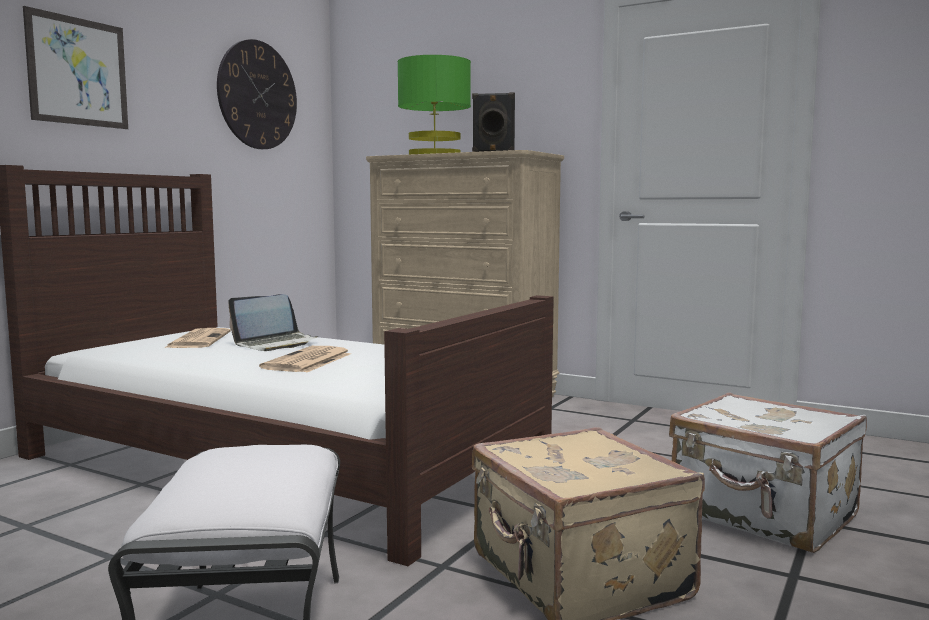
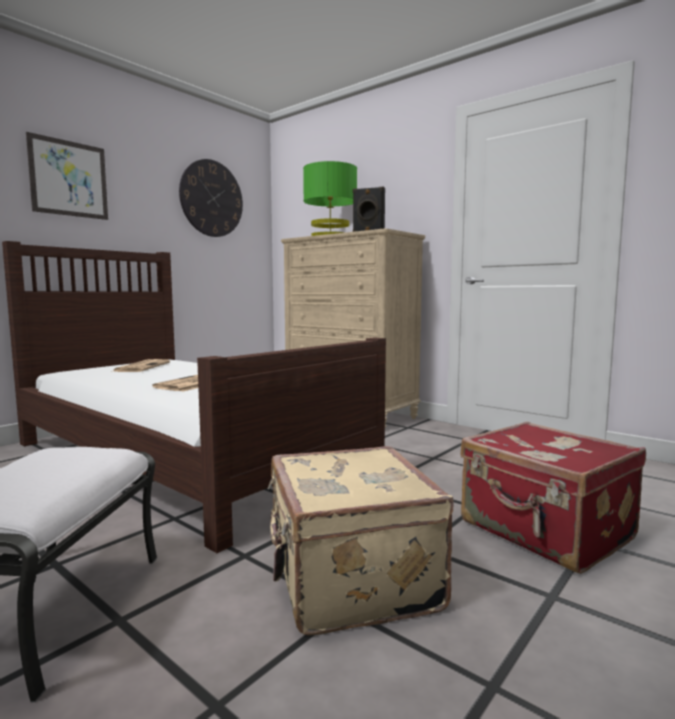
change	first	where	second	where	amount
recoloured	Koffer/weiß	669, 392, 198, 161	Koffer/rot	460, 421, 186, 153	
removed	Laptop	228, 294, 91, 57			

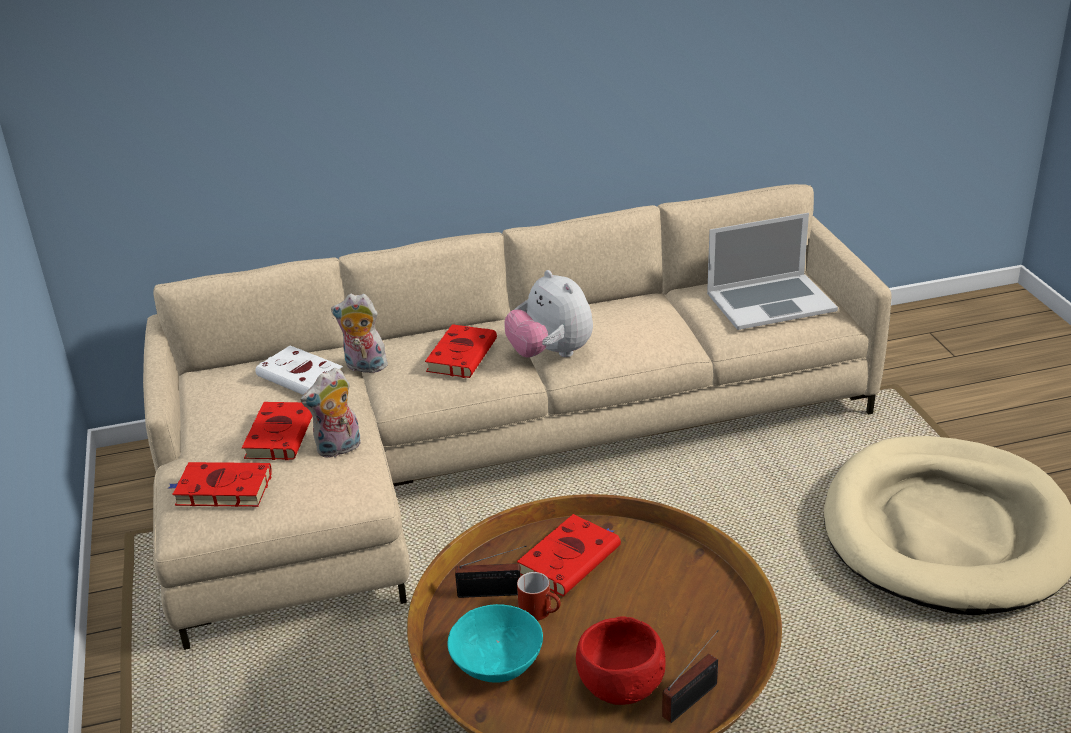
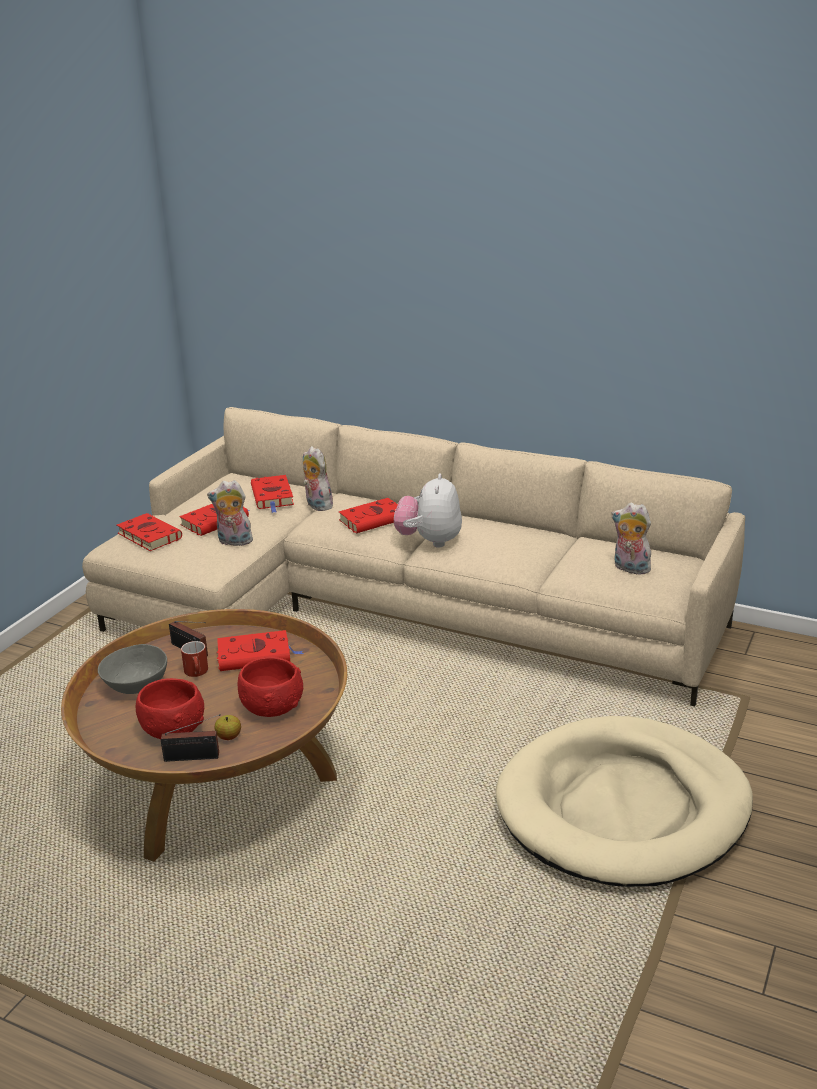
change	first	where	second	where	amount
recoloured	Schüssel/türkis	448, 604, 95, 79	Schüssel/grau	98, 644, 69, 50	
added			Apfel	214, 715, 27, 25	
added			Schüssel/rot	238, 657, 65, 60	
recoloured	Buch/weiß	256, 345, 87, 50	Buch/rot	251, 475, 43, 38	
replaced	Laptop	707, 213, 131, 117	Plüschtier	611, 503, 43, 72	

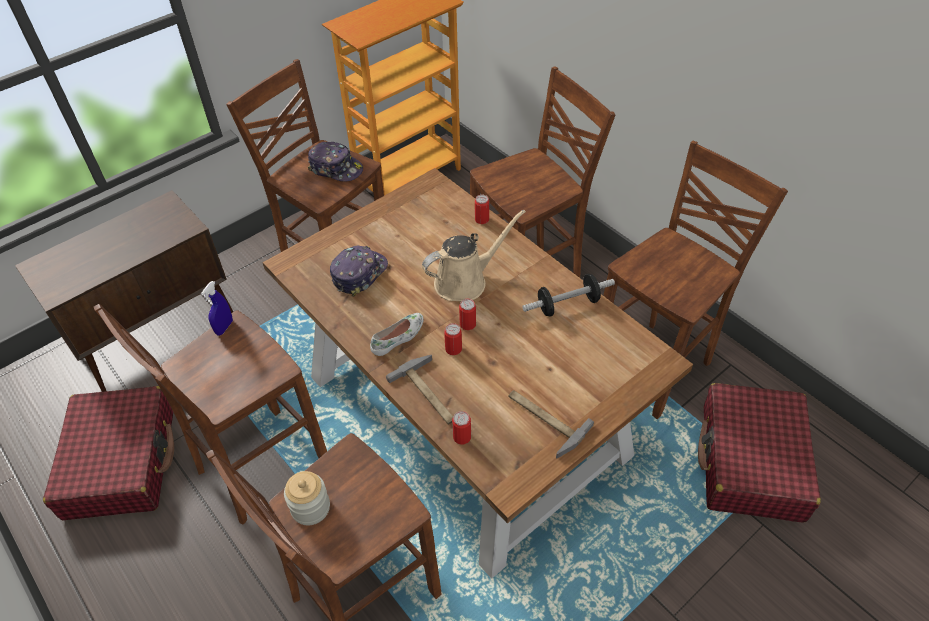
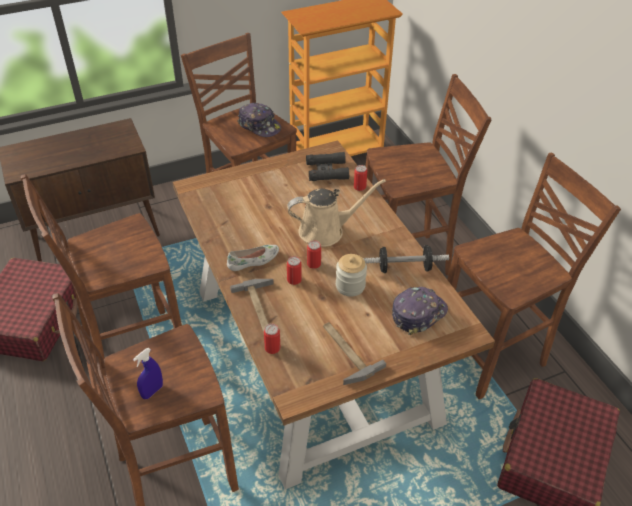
change	first	where	second	where	amount
moved	Sprühflasche/blau	201, 281, 32, 54		133, 348, 30, 51	
added			Fernglas/schwarz	306, 152, 43, 29	
moved	Vorratsglas	284, 471, 46, 54		336, 254, 31, 43	
moved	Kappe	330, 246, 58, 51		392, 287, 56, 48	

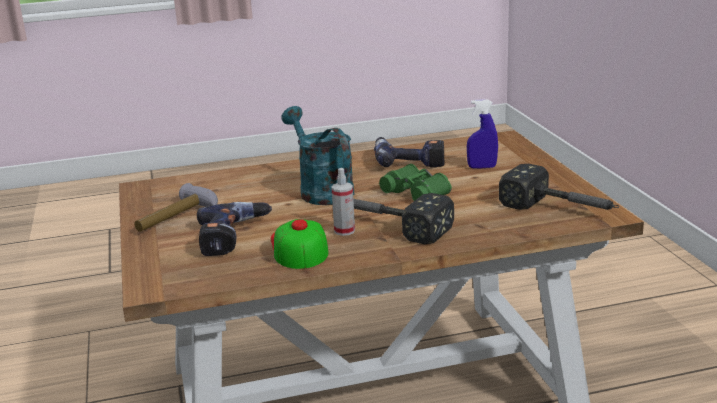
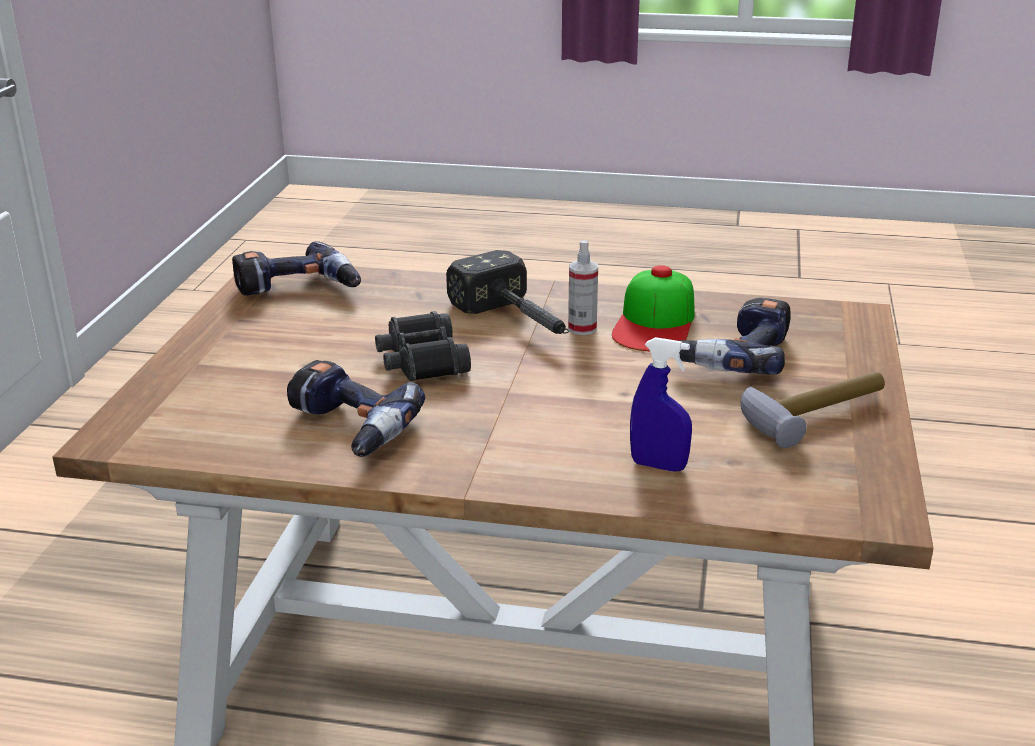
change	first	where	second	where	amount
replaced	Hammer	499, 164, 120, 46	Bohrmaschine	232, 241, 129, 55	
recoloured	Fernglas/grün	379, 164, 73, 37	Fernglas/schwarz	375, 311, 96, 70	
moved	Sprühflasche/blau	467, 99, 31, 70		630, 337, 62, 135	
removed	Gießkanne/türkis	281, 106, 73, 99			

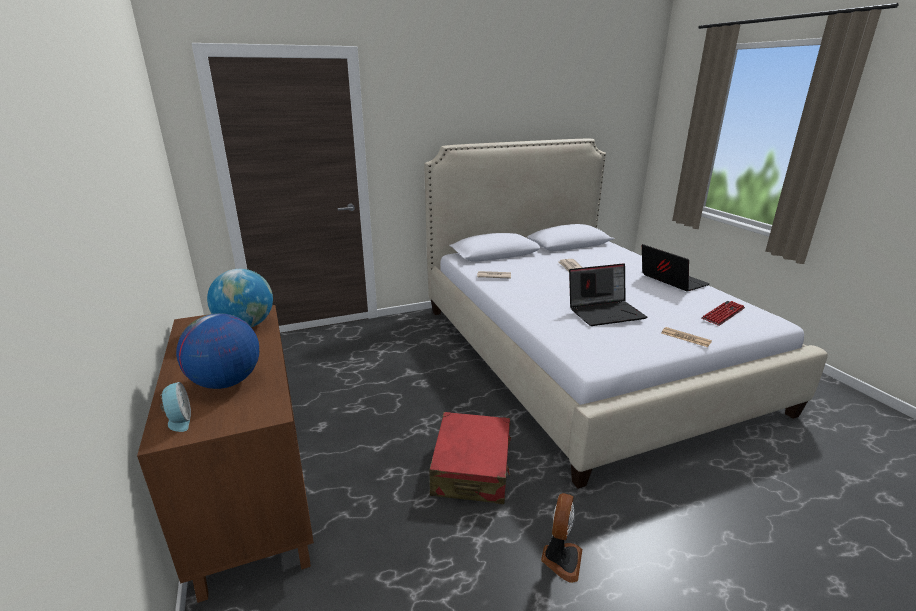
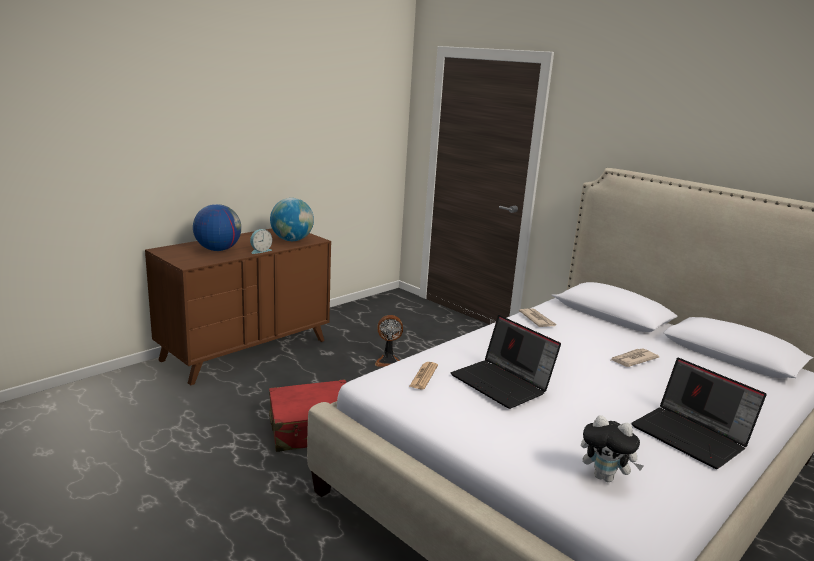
change	first	where	second	where	amount
moved	Wecker	160, 382, 31, 50		250, 229, 22, 25	
moved	Ventilator	541, 493, 41, 90		375, 315, 28, 52	
moved	Zeitung	662, 327, 50, 20		409, 362, 29, 27	
replaced	Tastatur	701, 301, 44, 25	Plüschtier	581, 415, 63, 67	
turned	Laptop	642, 244, 68, 48		631, 358, 135, 111	105 degrees clockwise

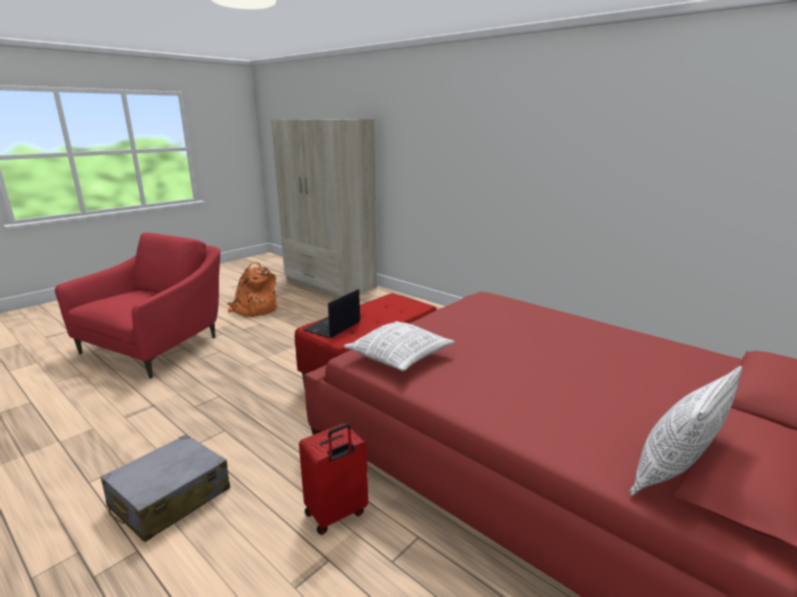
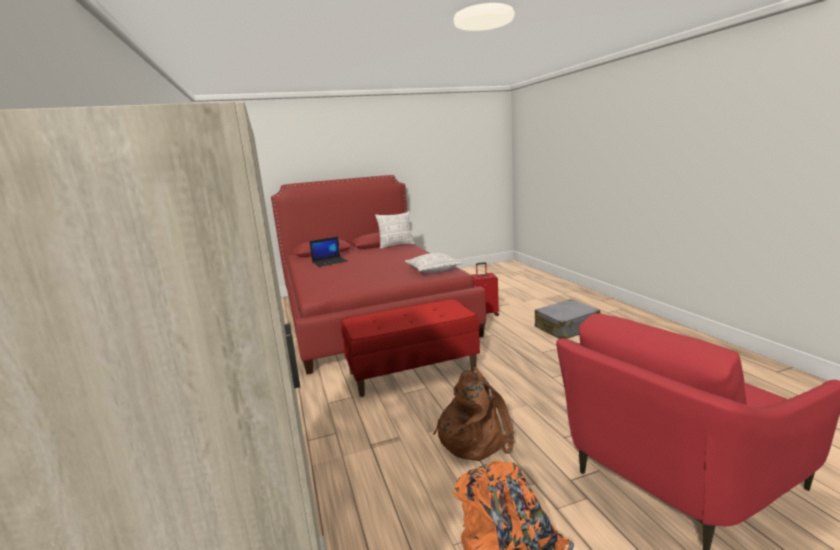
change	first	where	second	where	amount
moved	Laptop	303, 289, 58, 49		309, 237, 38, 30	
added			Rucksack/braun	433, 367, 81, 94	

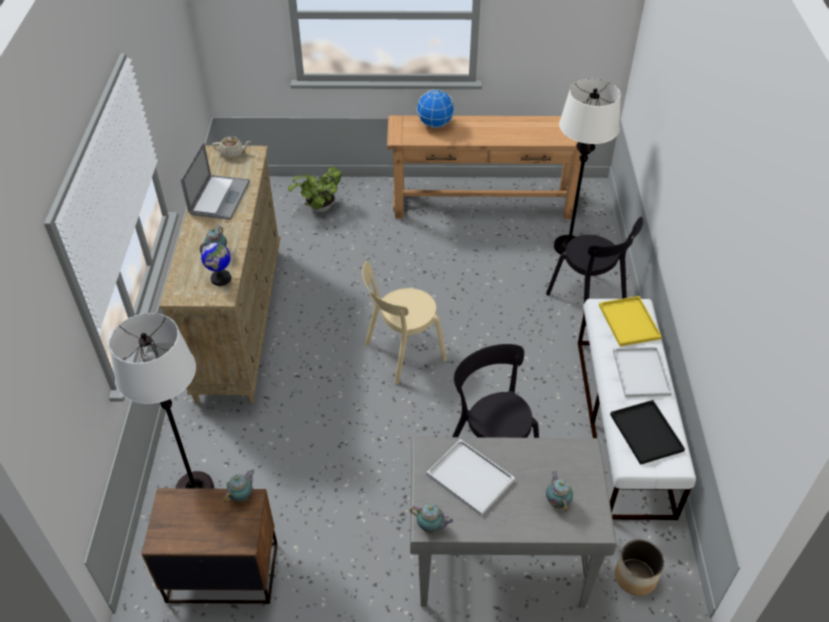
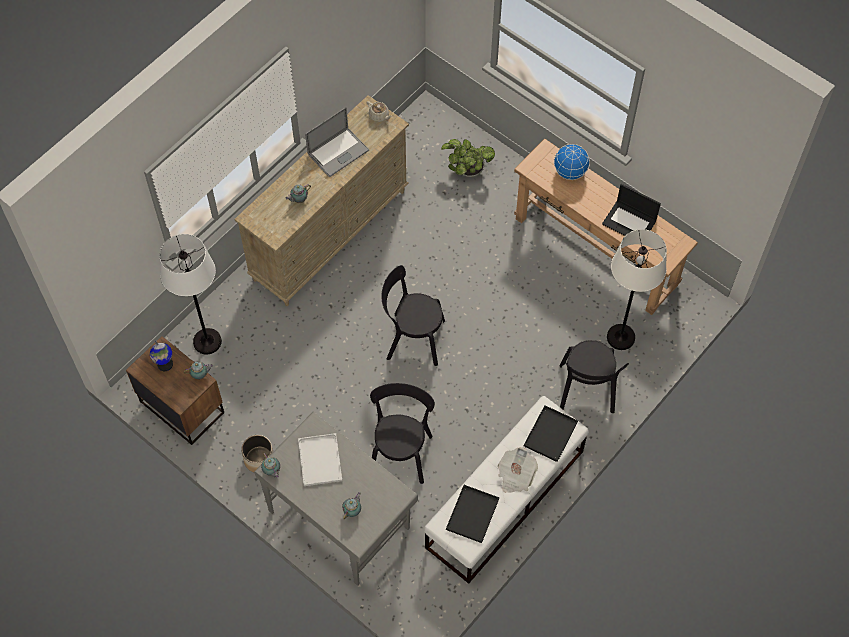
change	first	where	second	where	amount
moved	Globus	200, 241, 31, 45		150, 340, 23, 31	
moved	Pflanzkübel	615, 540, 49, 56		241, 435, 32, 38	
recoloured	Stuhl/beige	362, 261, 85, 124	Stuhl/schwarz	381, 265, 64, 101	
replaced	Tablett/weiß	613, 347, 59, 51	Zeitung	498, 447, 40, 46	
recoloured	Tablett/gelb	599, 296, 63, 50	Tablett/schwarz	524, 405, 54, 57	
added			Laptop	602, 184, 59, 52	

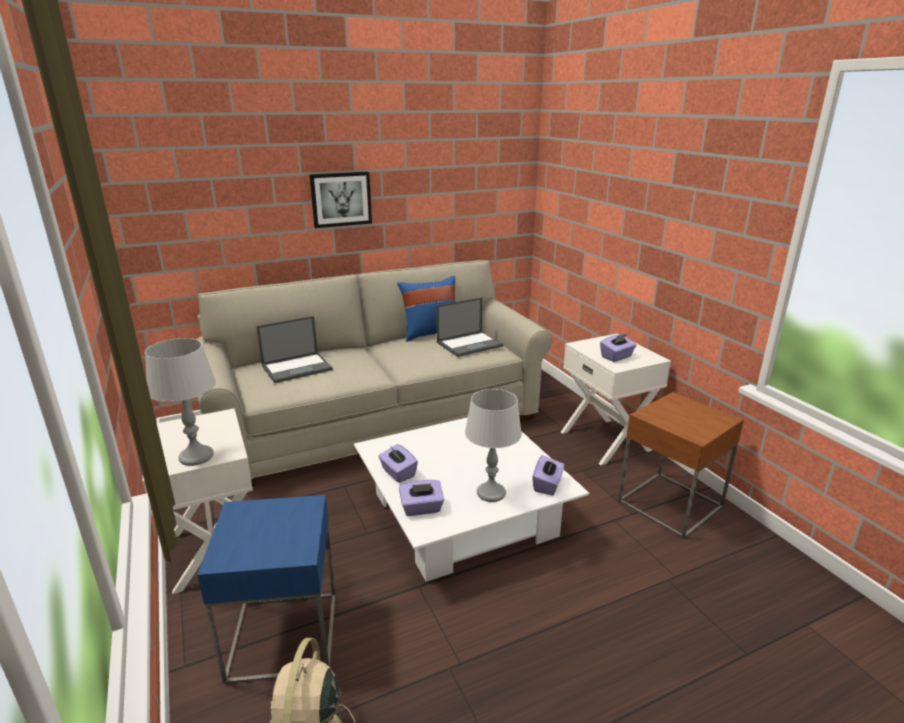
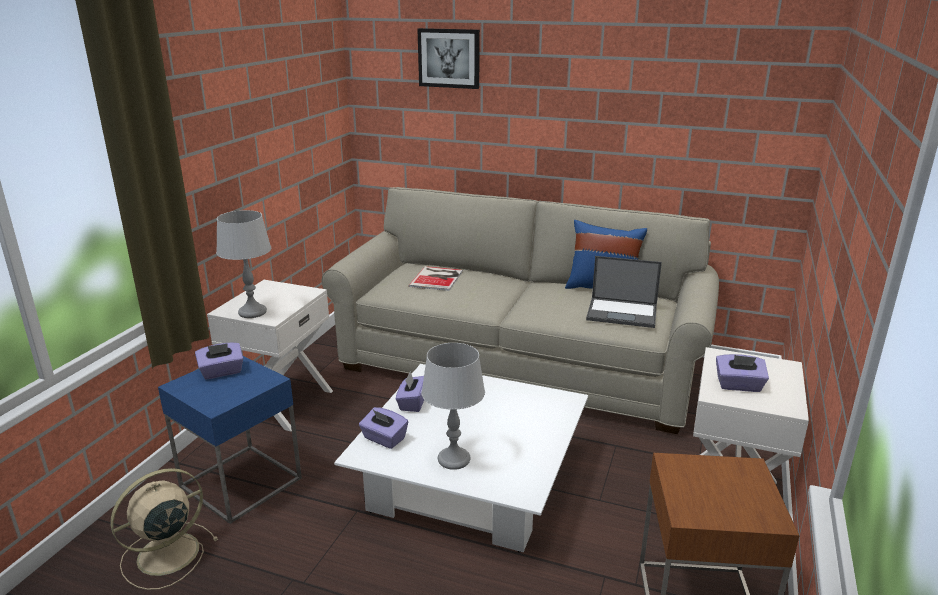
change	first	where	second	where	amount
moved	Taschentuchbox/lila	532, 455, 32, 40		195, 342, 48, 37	
replaced	Laptop	256, 316, 77, 67	Buch	409, 266, 54, 25	
moved	Bild	309, 171, 63, 57		417, 28, 63, 61	

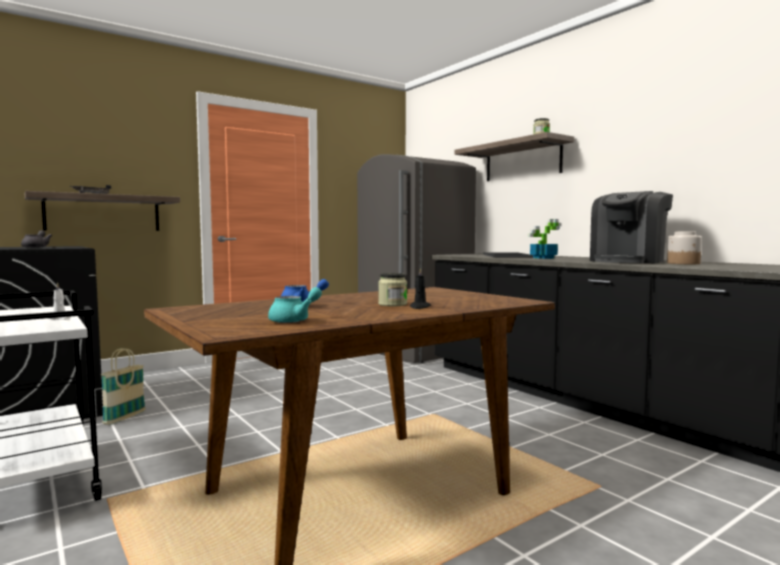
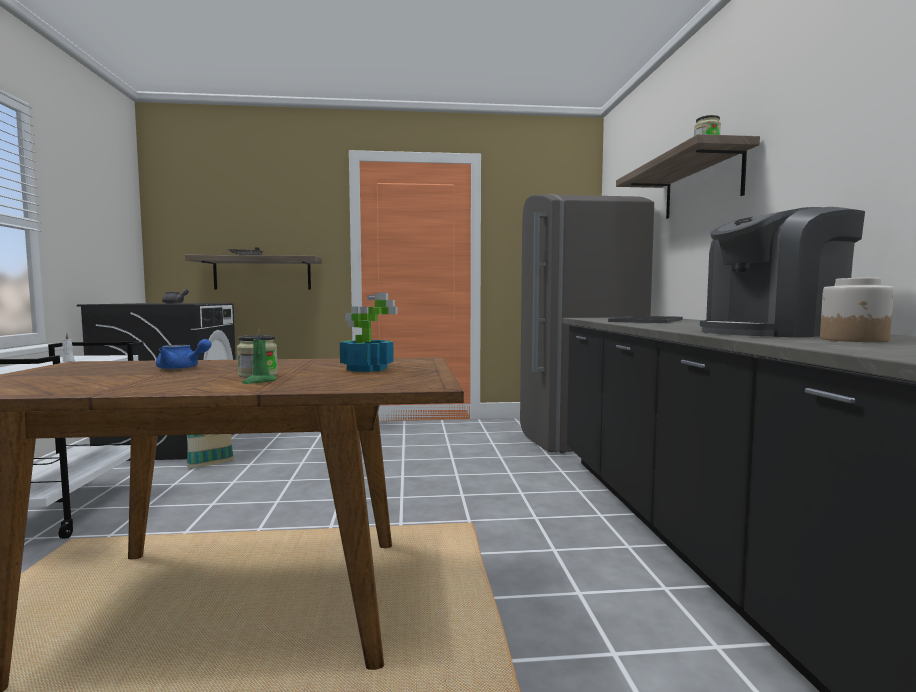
change	first	where	second	where	amount
recoloured	Kerze/schwarz	410, 268, 21, 41	Kerze/grün	242, 329, 35, 55	
moved	Topfpflanze	528, 219, 33, 40		340, 293, 57, 79	
removed	Teekanne/türkis	268, 287, 54, 36			

